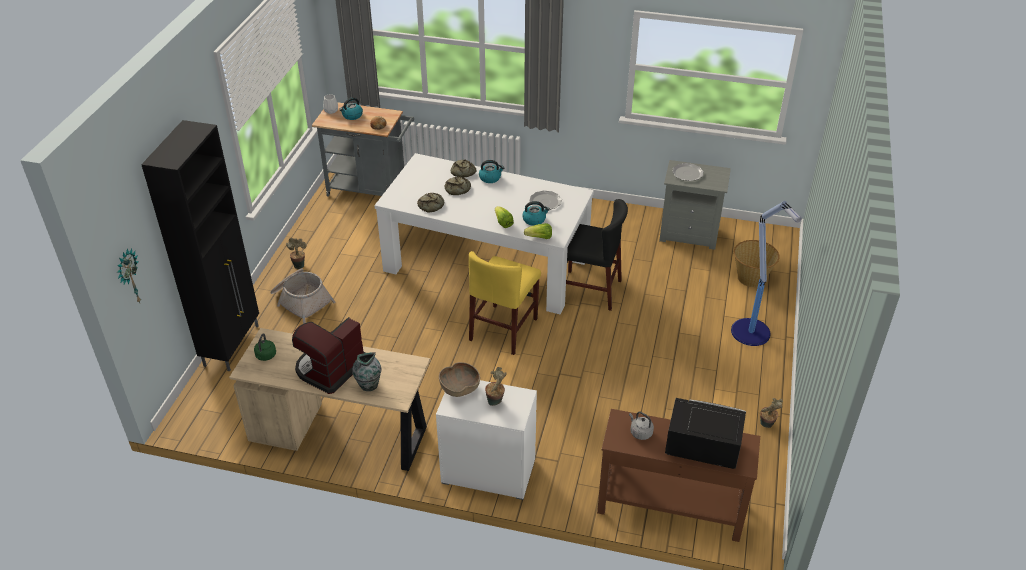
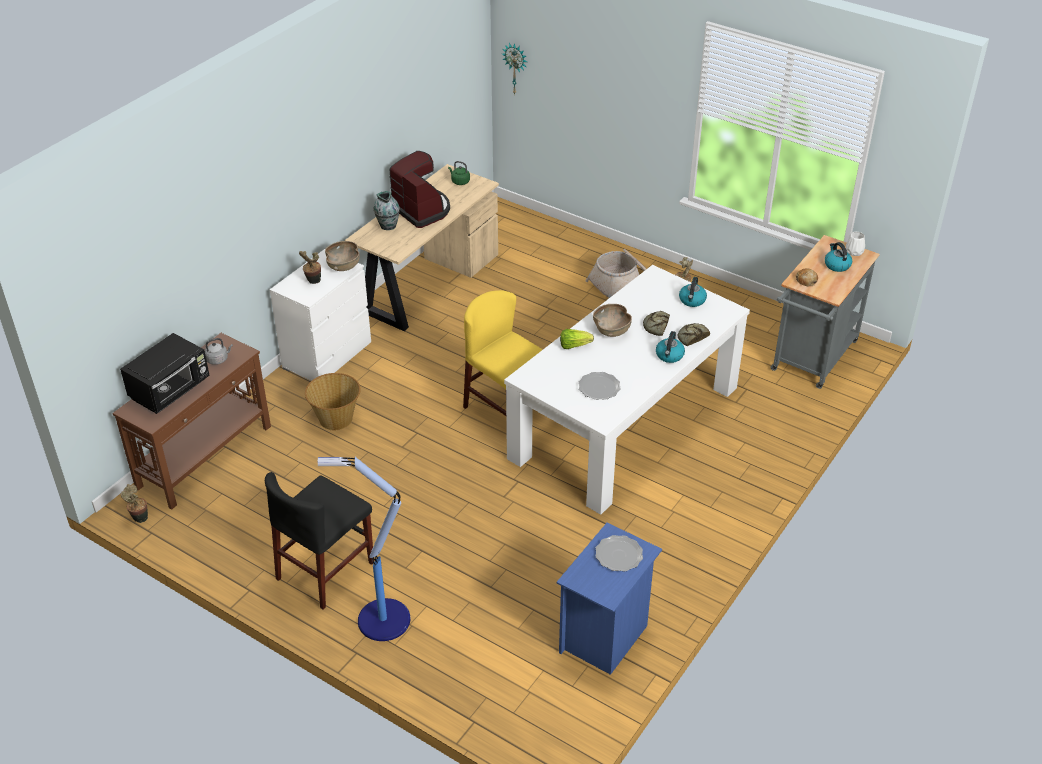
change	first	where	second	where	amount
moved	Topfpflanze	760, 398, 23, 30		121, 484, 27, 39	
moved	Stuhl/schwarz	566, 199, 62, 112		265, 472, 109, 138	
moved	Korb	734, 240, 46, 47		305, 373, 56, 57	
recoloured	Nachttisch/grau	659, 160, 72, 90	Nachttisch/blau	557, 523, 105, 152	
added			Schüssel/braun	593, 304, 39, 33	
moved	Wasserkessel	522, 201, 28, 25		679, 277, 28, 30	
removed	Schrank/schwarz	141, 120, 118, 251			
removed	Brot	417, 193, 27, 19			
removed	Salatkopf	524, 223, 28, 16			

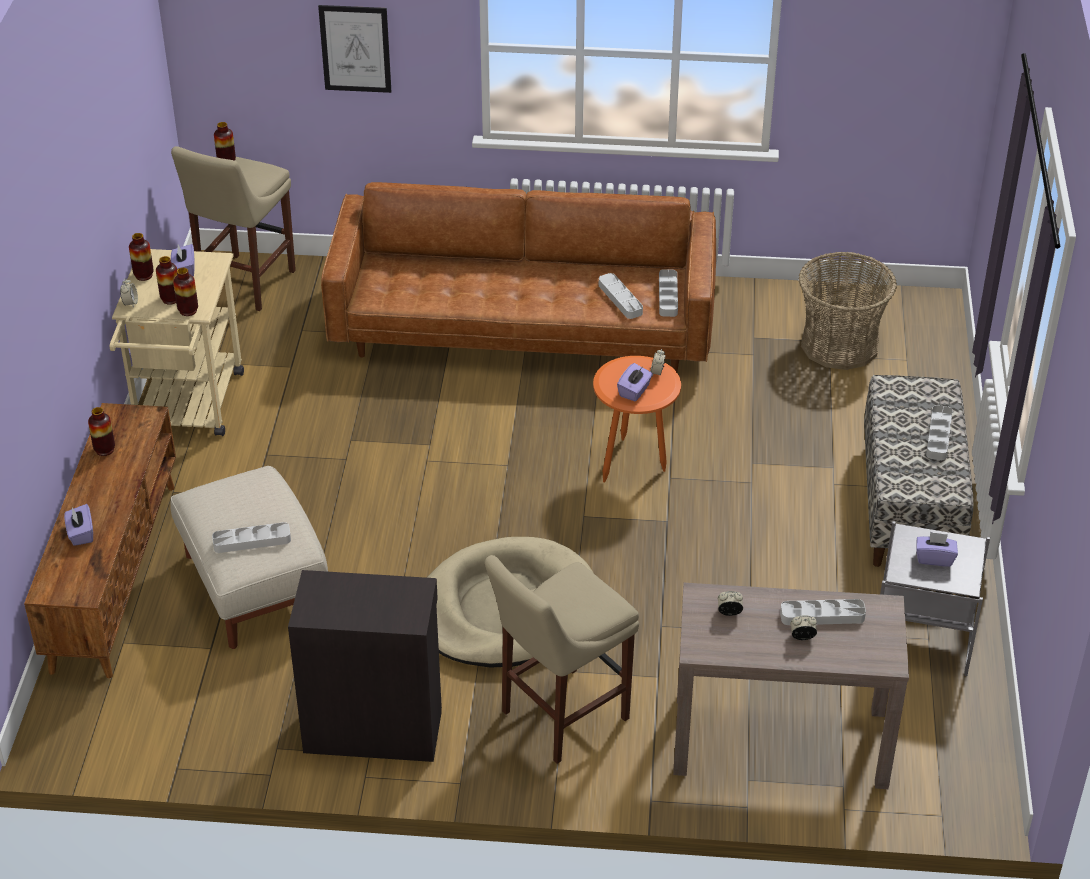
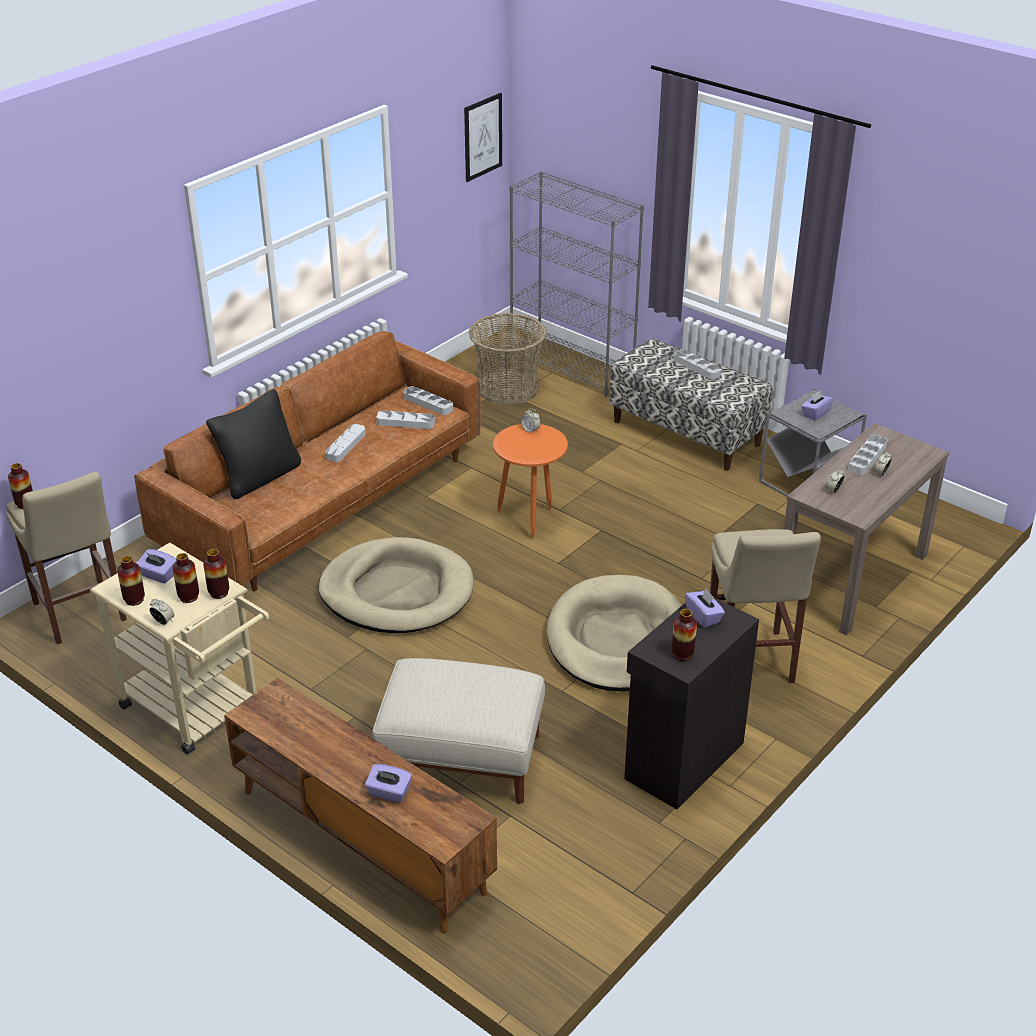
change	first	where	second	where	amount
added			Kissen/schwarz	206, 389, 95, 110	
added			Hundebett/beige	318, 537, 155, 96	
moved	Tablett/grau	212, 522, 79, 31		325, 424, 41, 38	
moved	Bild	318, 5, 73, 88		464, 93, 38, 89	
added			Bücherregal/grau	510, 171, 134, 226	
moved	Vase	88, 407, 27, 49		672, 609, 25, 52	
moved	Taschentuchbox/lila	617, 363, 36, 38		685, 588, 40, 40	

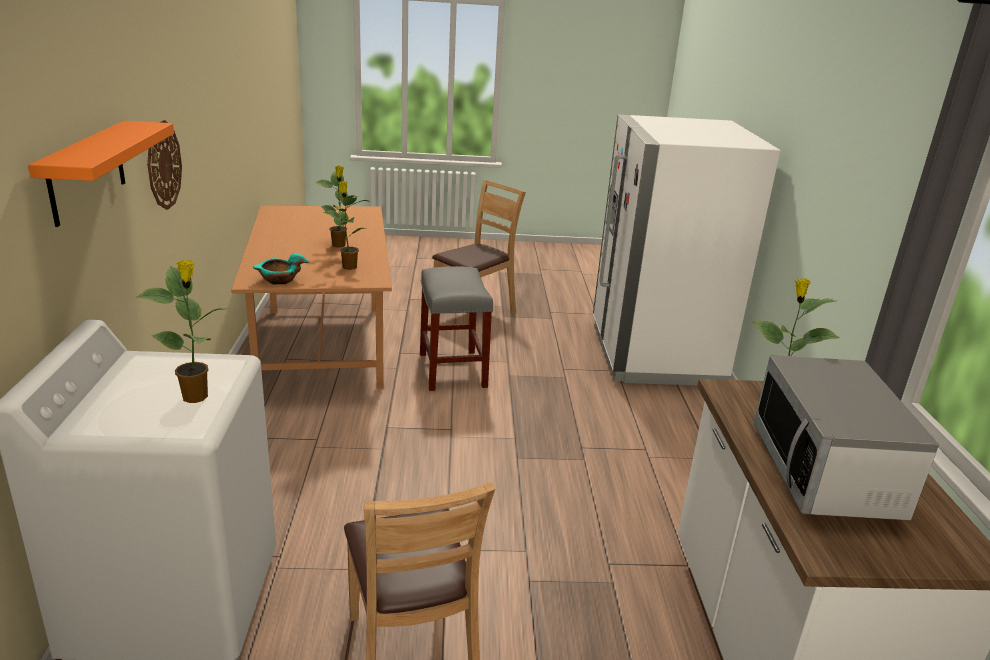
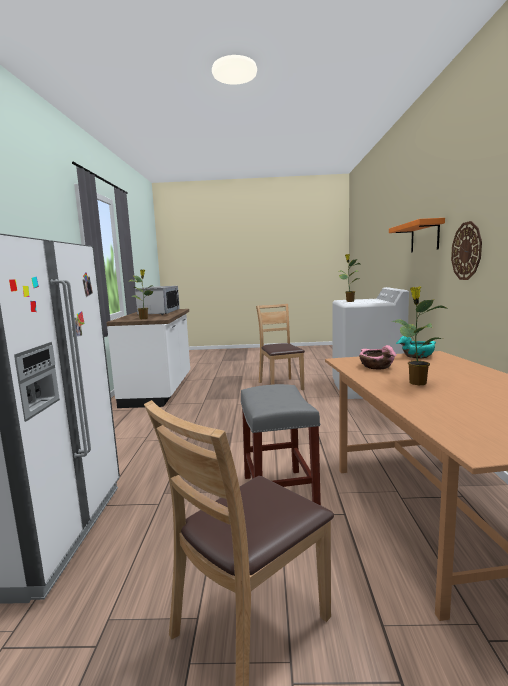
change	first	where	second	where	amount
replaced	Topfpflanze	323, 181, 48, 89	Schüssel/rosa	359, 345, 38, 24	

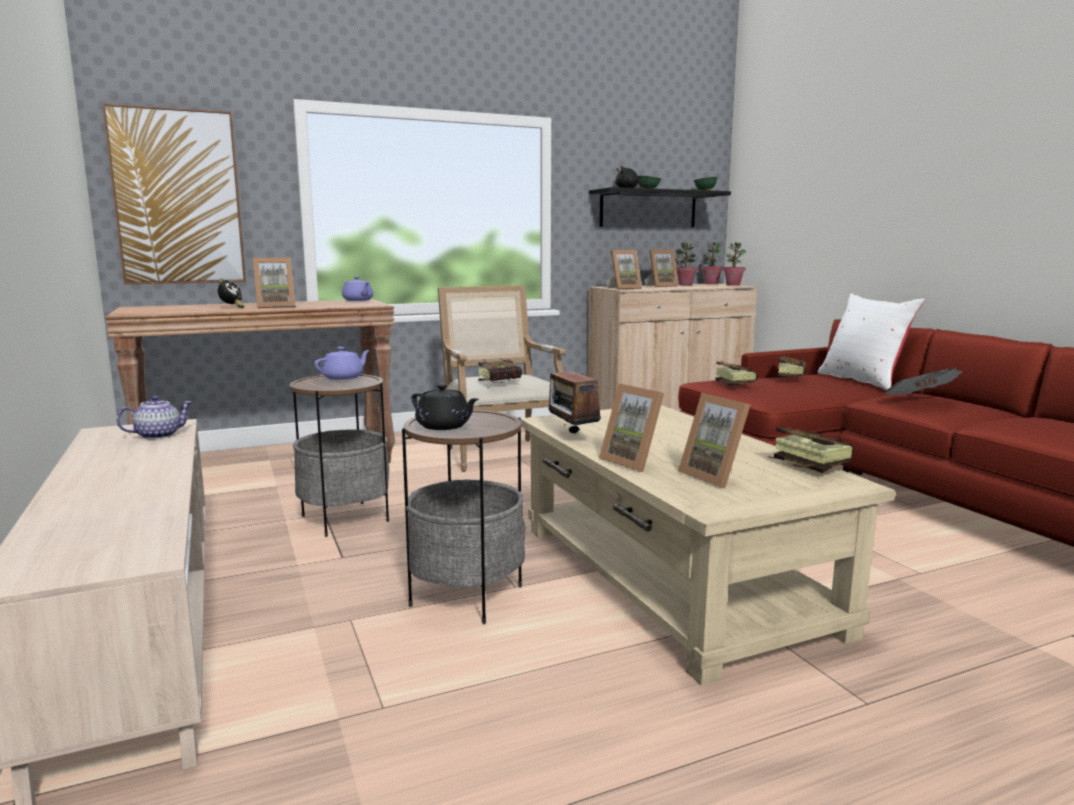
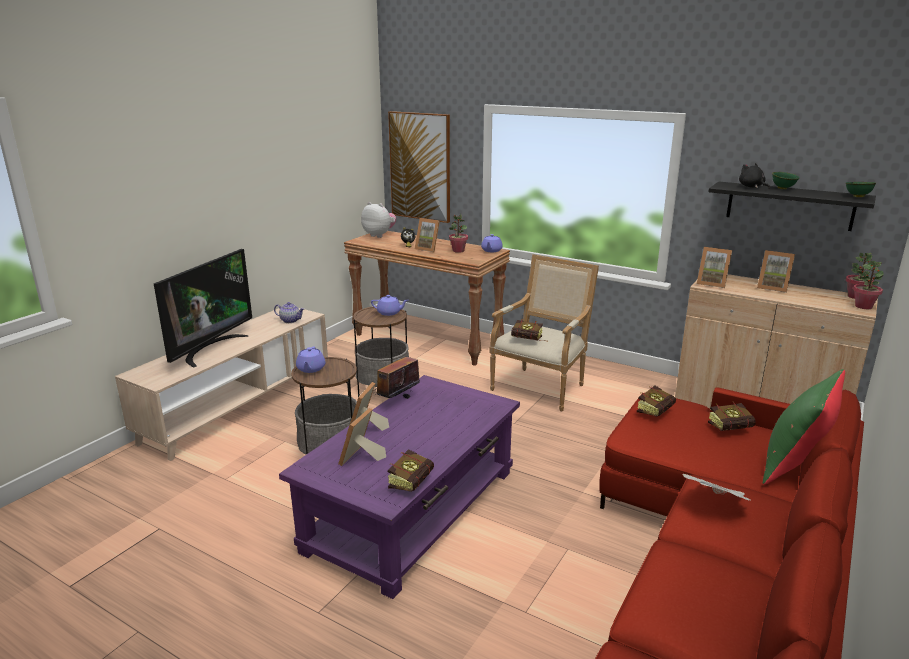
change	first	where	second	where	amount
added			Fernseher	154, 249, 98, 118	
recoloured	Couchtisch/beige	521, 405, 375, 280	Couchtisch/lila	279, 375, 241, 224	
recoloured	Teekanne/schwarz	412, 384, 67, 46	Teekanne/lila	296, 347, 30, 26	
added			Plüschtier	361, 202, 35, 36	
moved	Topfpflanze	676, 242, 22, 43		449, 214, 19, 39	
recoloured	Kissen/weiß	818, 293, 107, 97	Kissen/grün	763, 369, 82, 116	

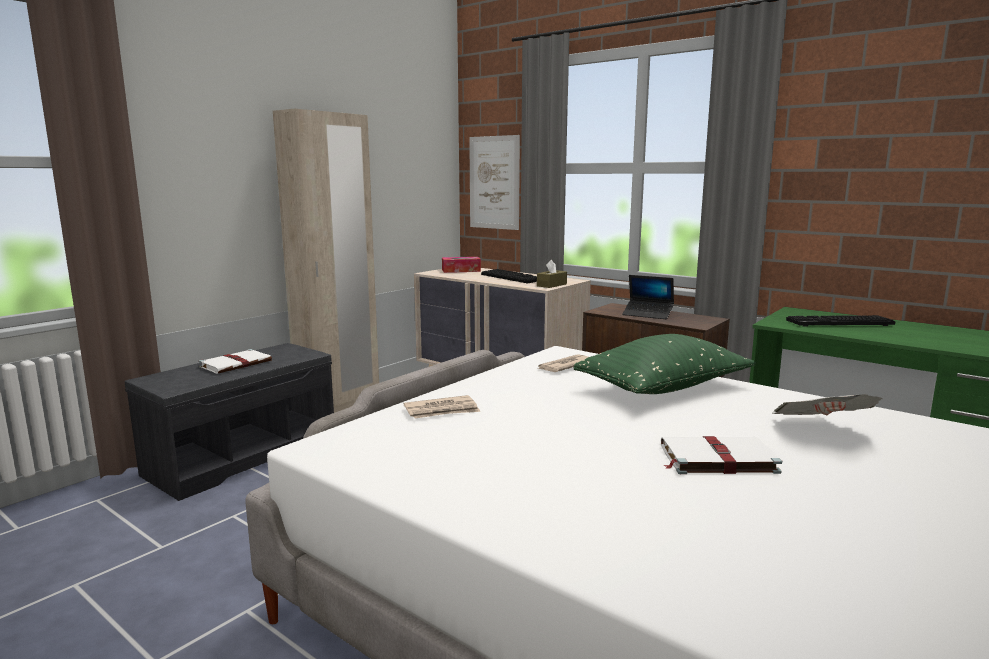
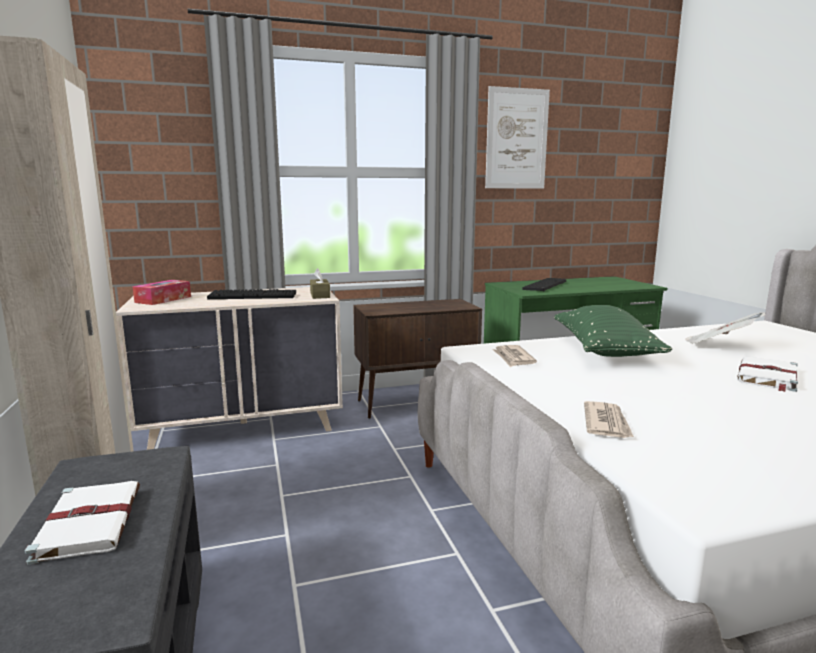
change	first	where	second	where	amount
moved	Bild	469, 135, 51, 95		485, 86, 65, 103	
removed	Laptop	622, 275, 52, 44			

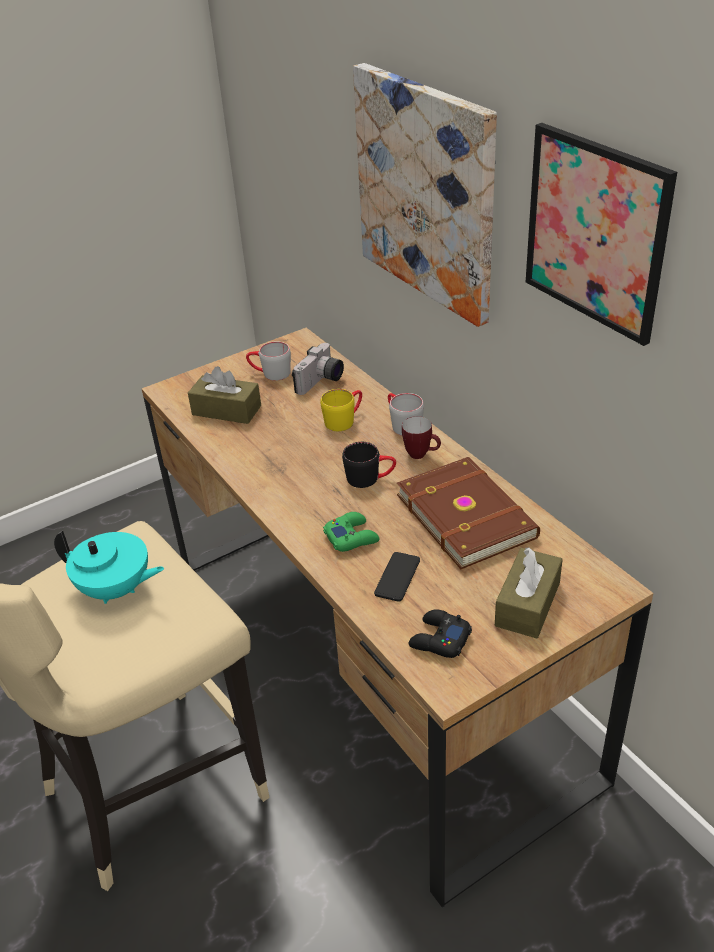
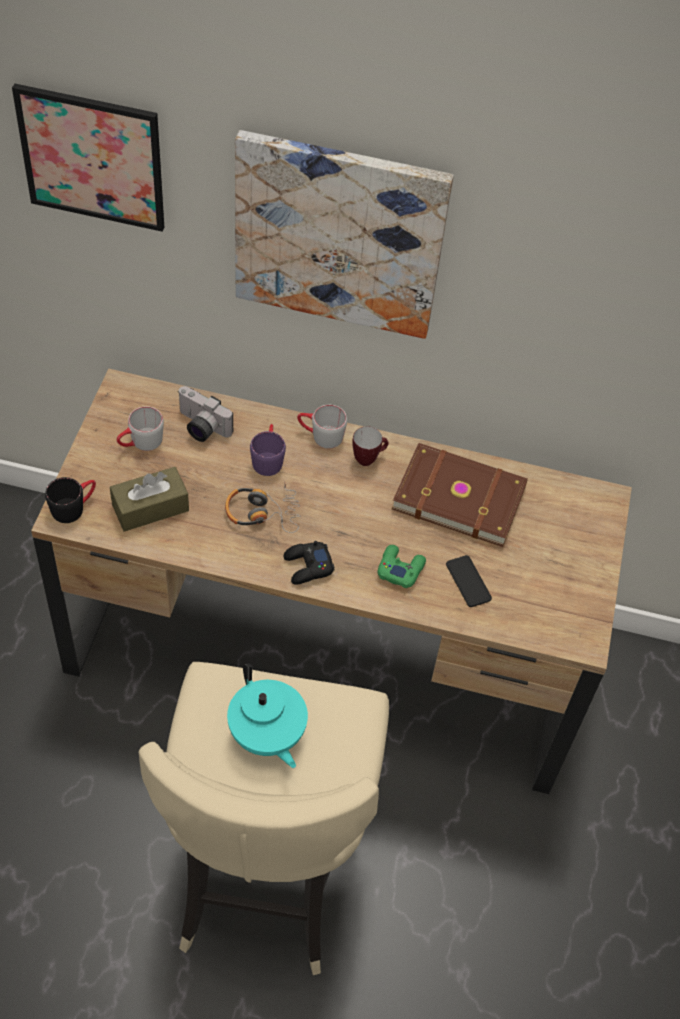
change	first	where	second	where	amount
moved	Bild	526, 123, 151, 223		12, 84, 152, 147	
moved	Henkelbecher/schwarz	342, 442, 54, 46		45, 477, 51, 46	
turned	Kamera	292, 343, 52, 52		179, 386, 54, 56	135 degrees clockwise
added			Kopfhörer	225, 484, 76, 49	
turned	Teekanne/türkis	54, 530, 110, 74		227, 663, 81, 105	90 degrees clockwise
recoloured	Henkelbecher/gelb	320, 389, 42, 42	Henkelbecher/lila	250, 424, 36, 52	
moved	Gamepad/schwarz	409, 609, 63, 49		284, 541, 51, 44	
removed	Taschentuchbox/braun	495, 547, 68, 91			

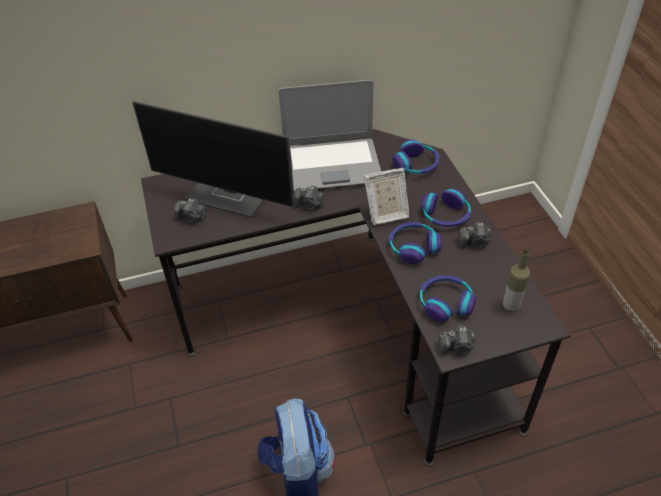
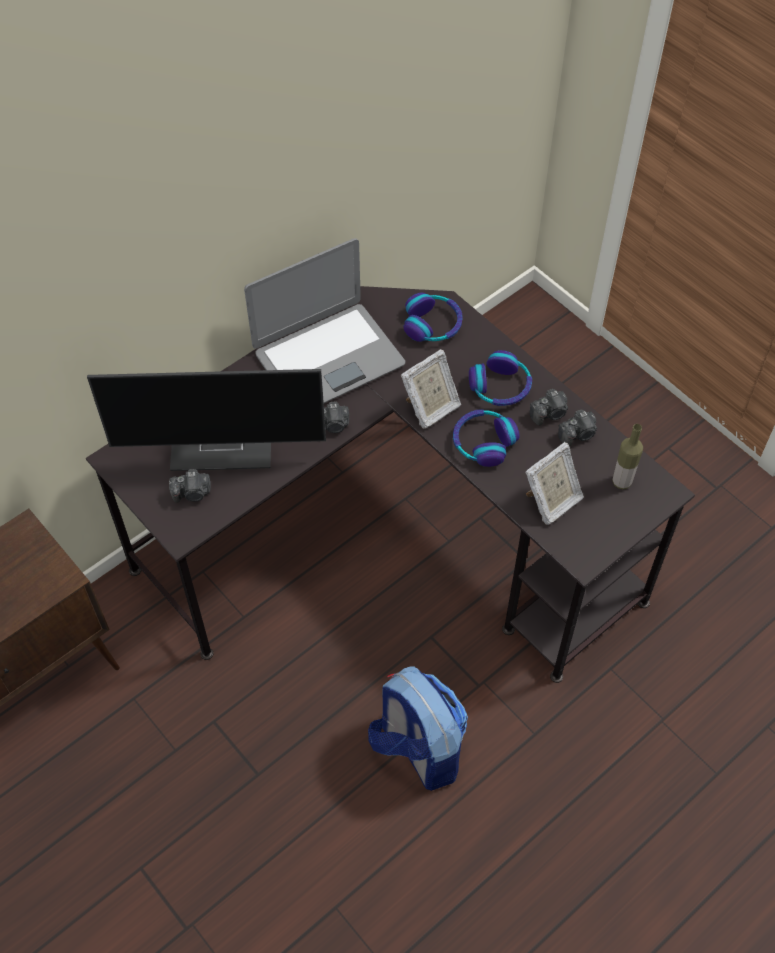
change	first	where	second	where	amount
replaced	Kopfhörer	420, 275, 56, 47	Bilderrahmen	525, 442, 59, 82	
moved	Kamera	438, 325, 37, 30		558, 409, 39, 37	

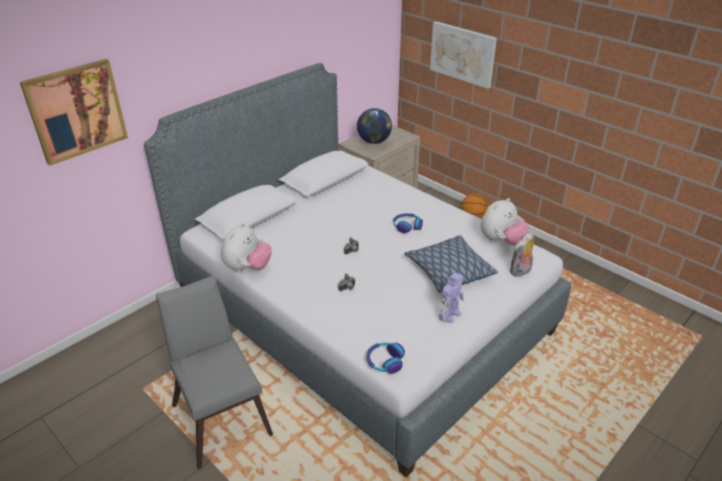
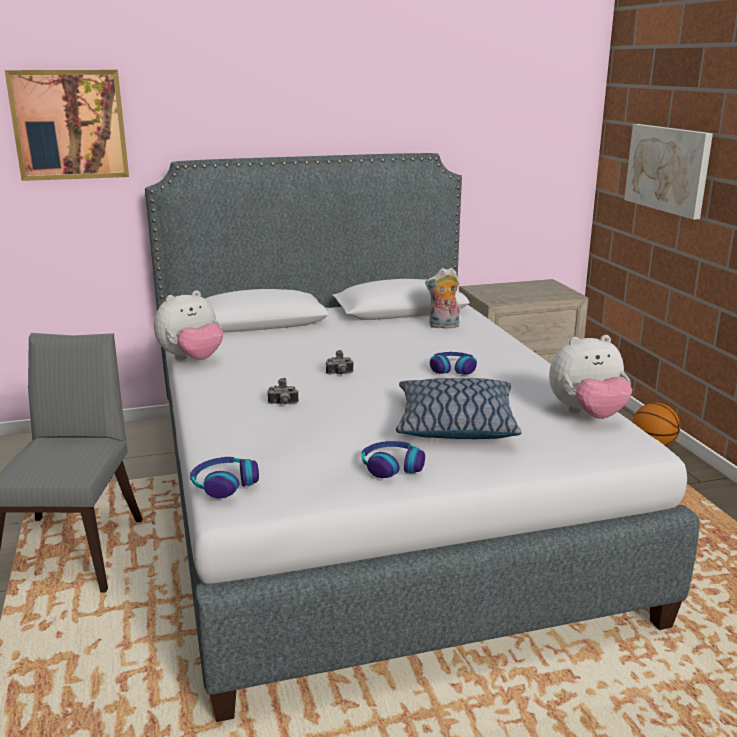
change	first	where	second	where	amount
replaced	Spielzeugroboter	439, 272, 26, 51	Kopfhörer	362, 441, 63, 37	
moved	Plüschtier	510, 232, 24, 45		425, 267, 35, 62	
removed	Globus	357, 108, 35, 36			

